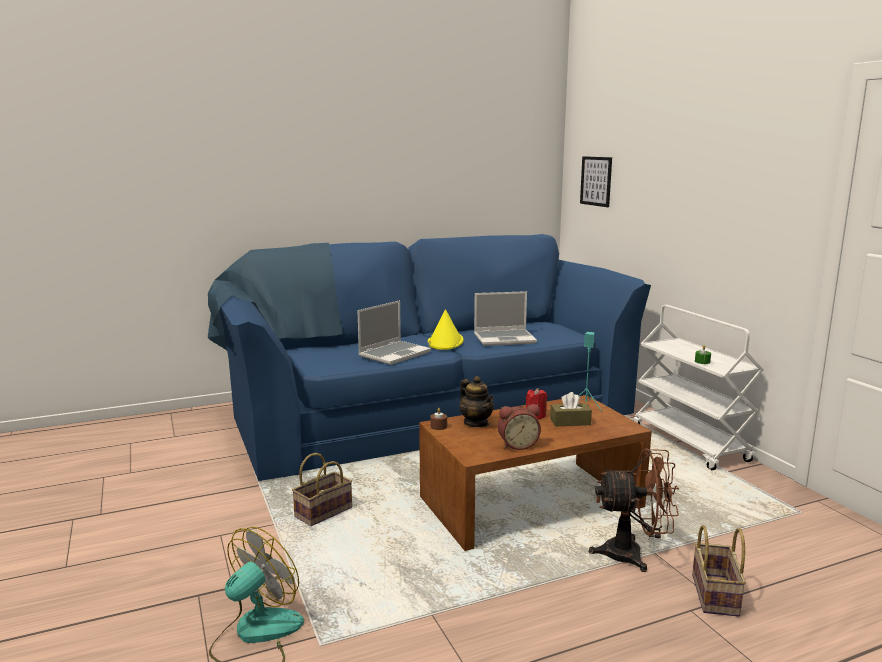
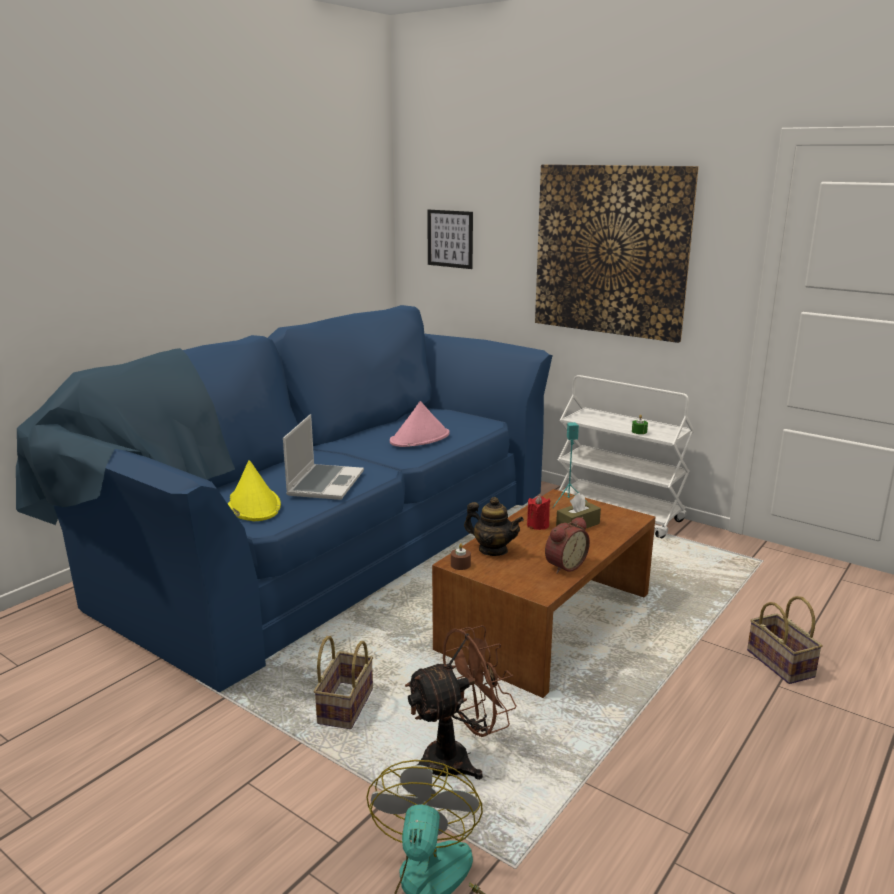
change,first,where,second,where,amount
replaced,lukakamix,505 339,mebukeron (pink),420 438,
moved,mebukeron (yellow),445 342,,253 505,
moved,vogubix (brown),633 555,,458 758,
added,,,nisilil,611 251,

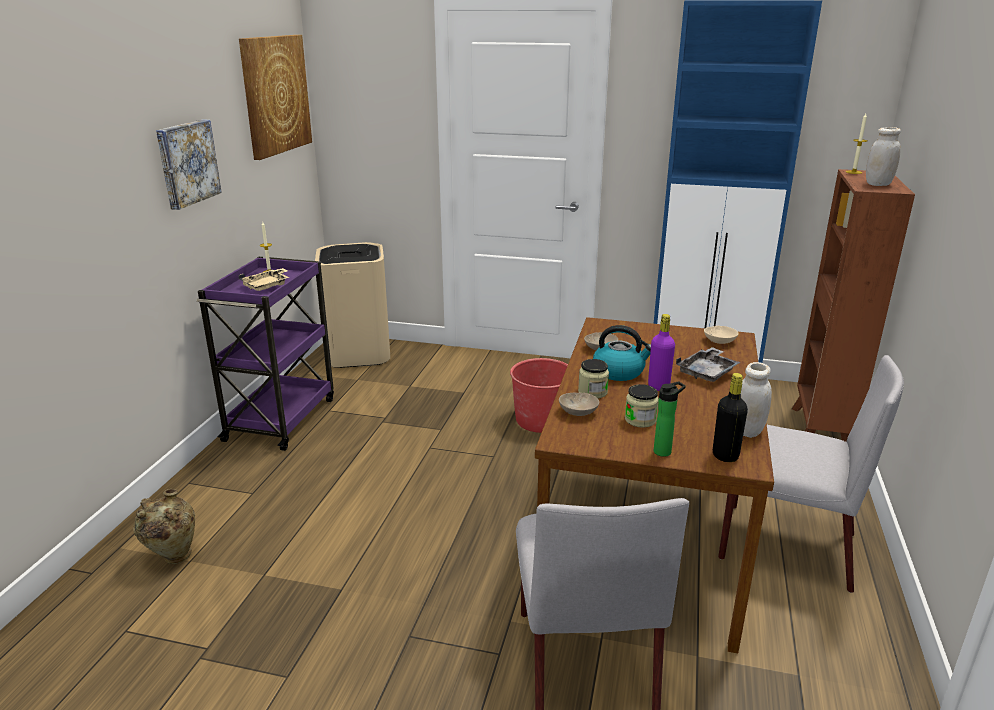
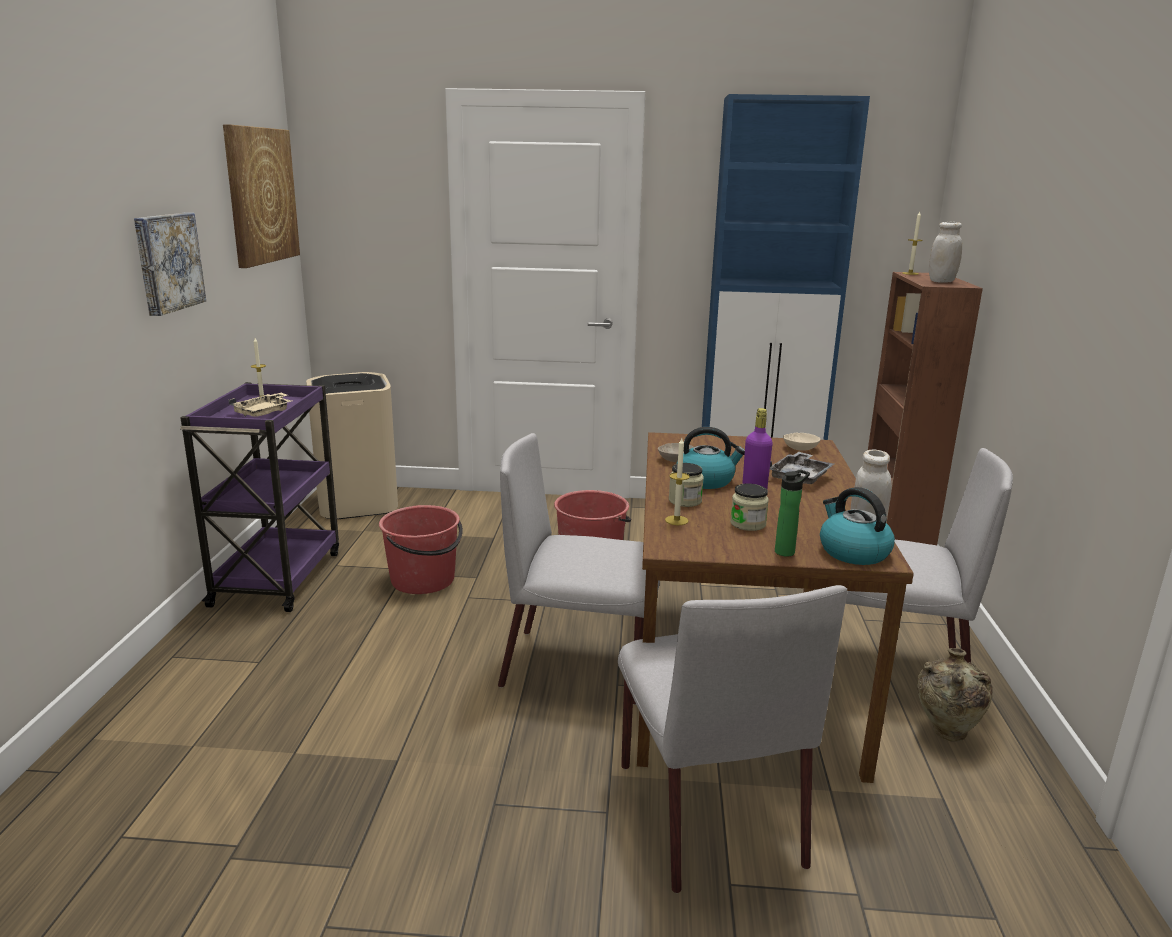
change,first,where,second,where,amount
replaced,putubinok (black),725 456,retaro,852 552,
replaced,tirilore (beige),578 412,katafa,676 520,
moved,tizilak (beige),173 557,,945 734,
added,,,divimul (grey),581 666,
added,,,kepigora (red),423 580,

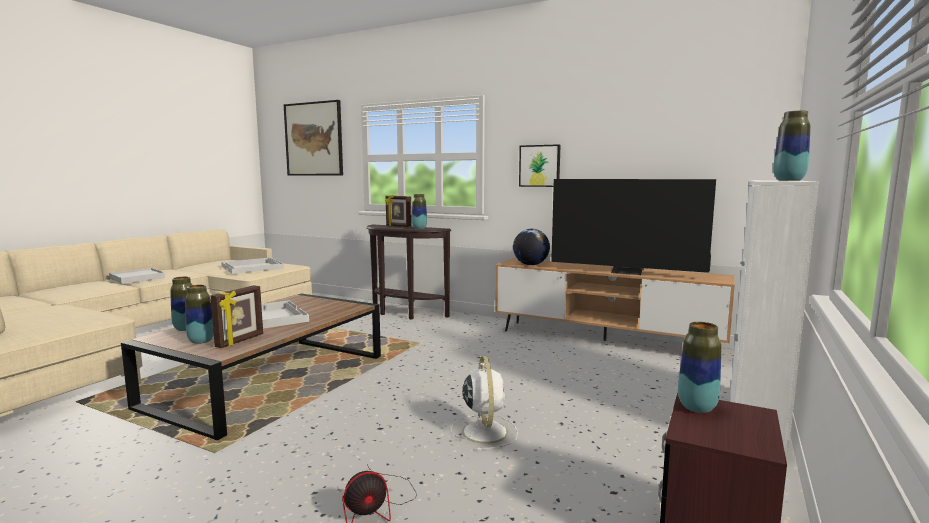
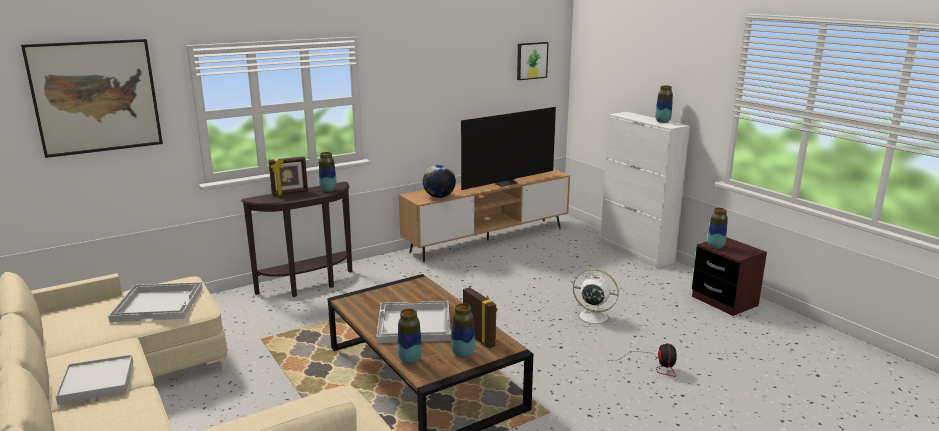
change,first,where,second,where,amount
moved,nisilil,540 166,,531 60,

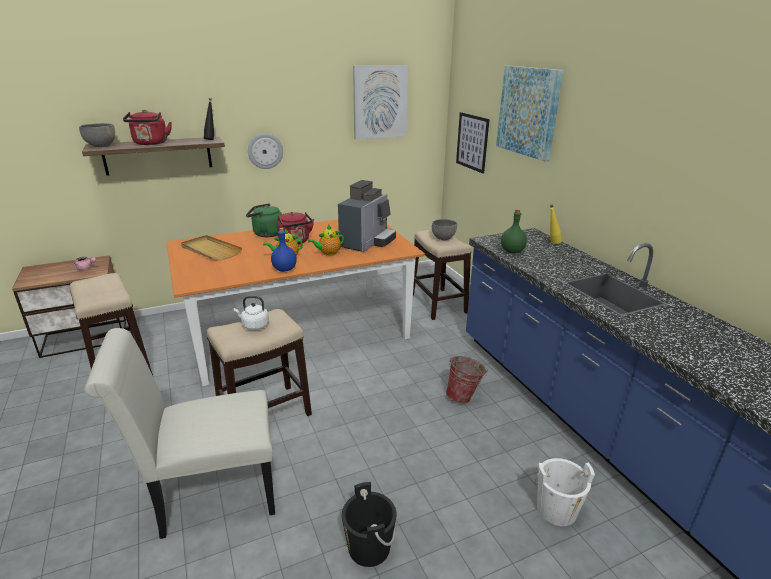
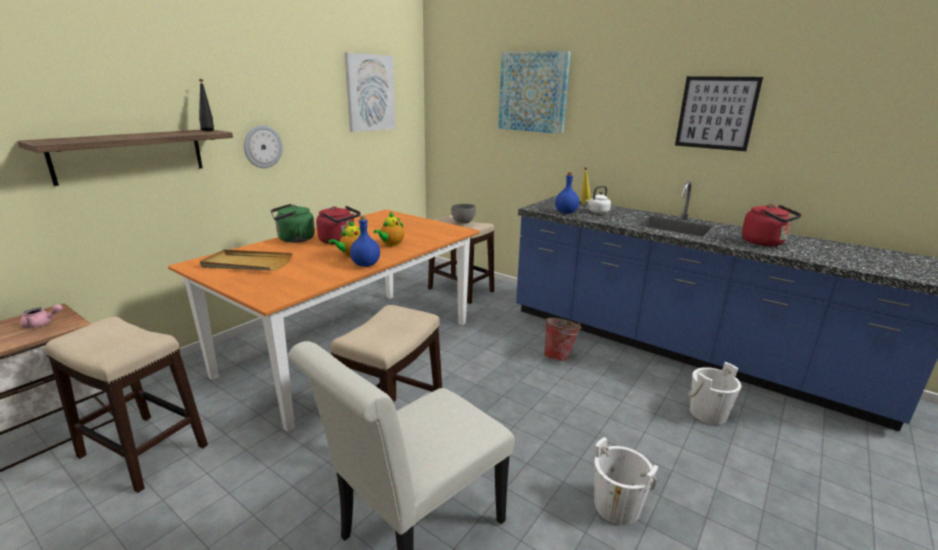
change,first,where,second,where,amount
moved,retaro (red),150 143,,765 243,
moved,nisilil,472 142,,716 113,
removed,tirilore (grey),101 146,,,
removed,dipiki,367 242,,,
recoloured,putubinok (green),511 251,putubinok (blue),565 212,
moved,retaro (white),254 325,,597 212,
recoloured,kepigora (black),369 547,kepigora (white),616 506,

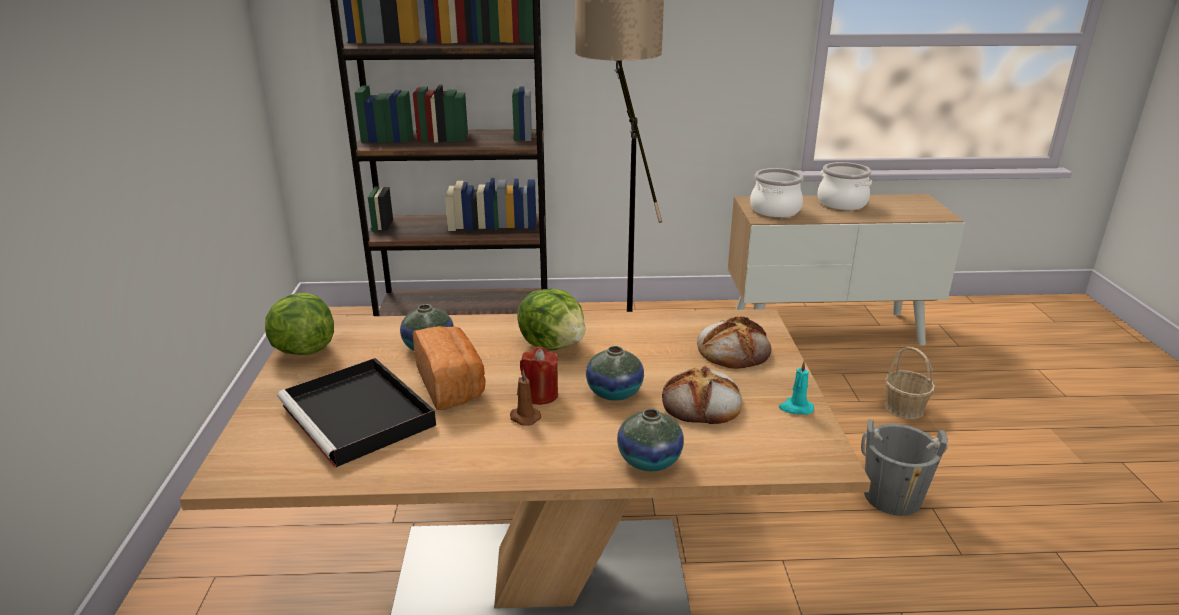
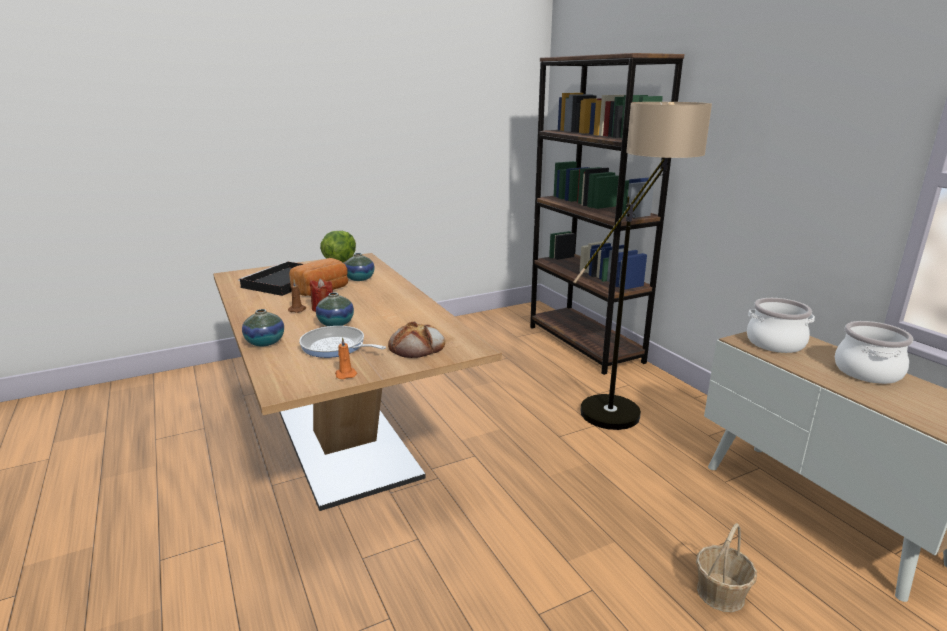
change,first,where,second,where,amount
removed,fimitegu,553 344,,,
recoloured,katafa (turquoise),795 408,katafa (orange),345 374,
replaced,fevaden,702 403,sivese,336 347,
removed,kepigora (grey),892 497,,,

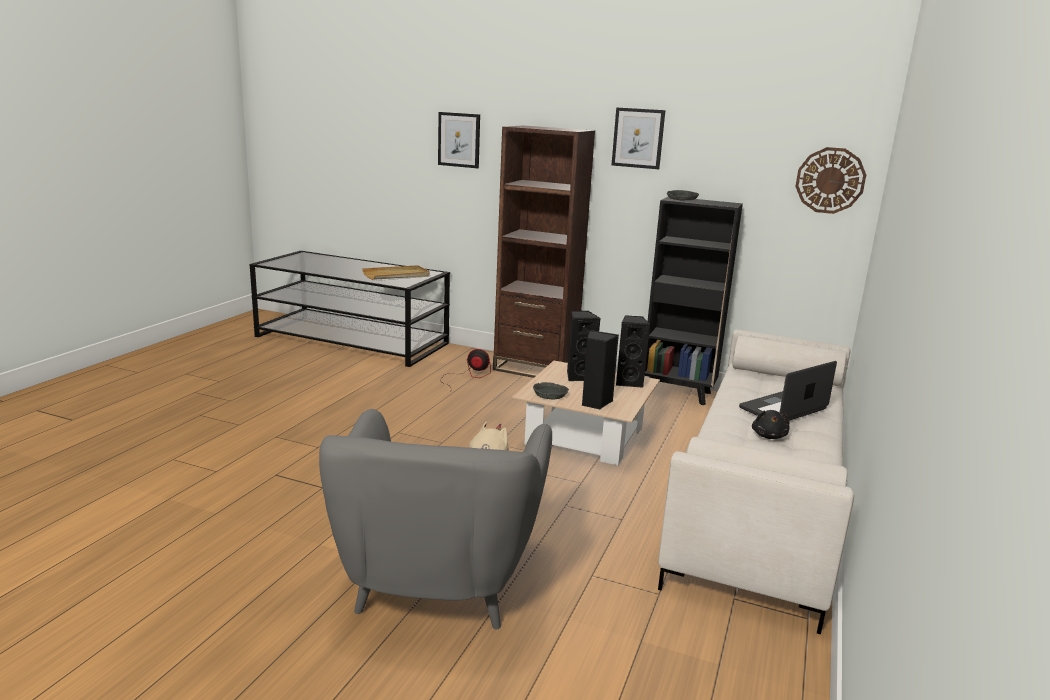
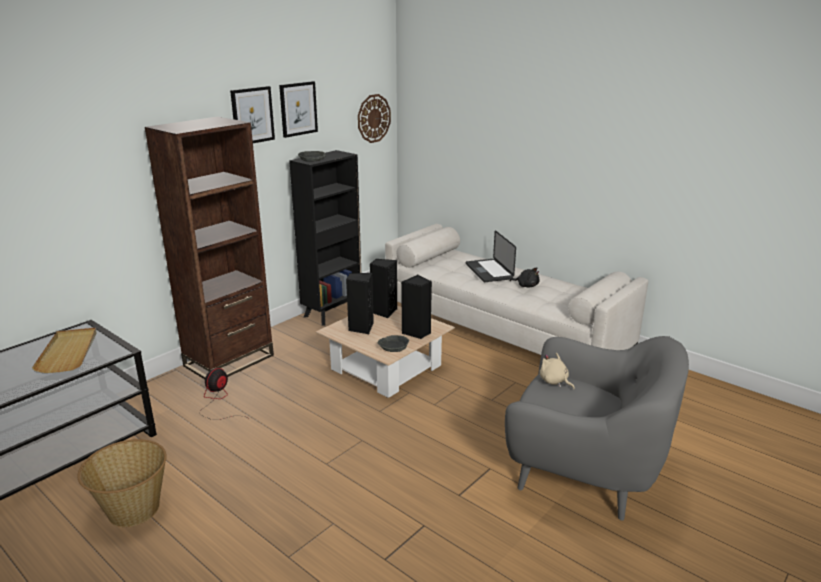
change,first,where,second,where,amount
moved,nisilil,459 140,,298 109,
added,,,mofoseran,133 509,

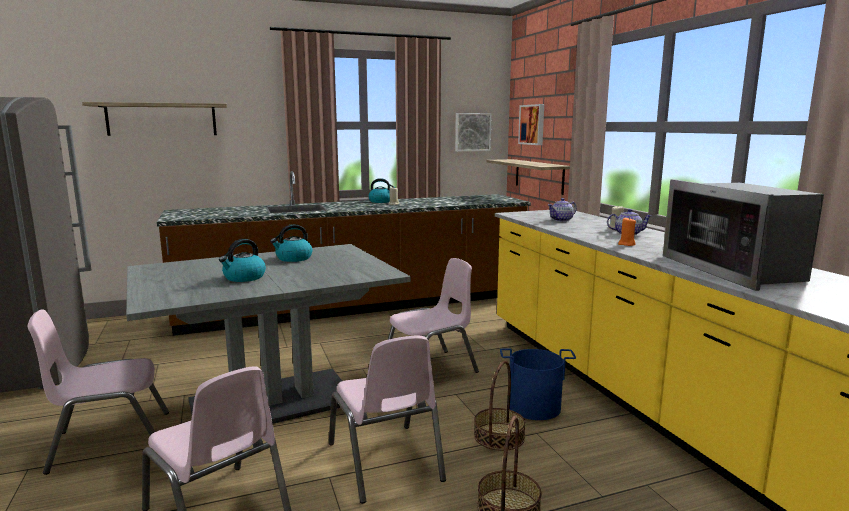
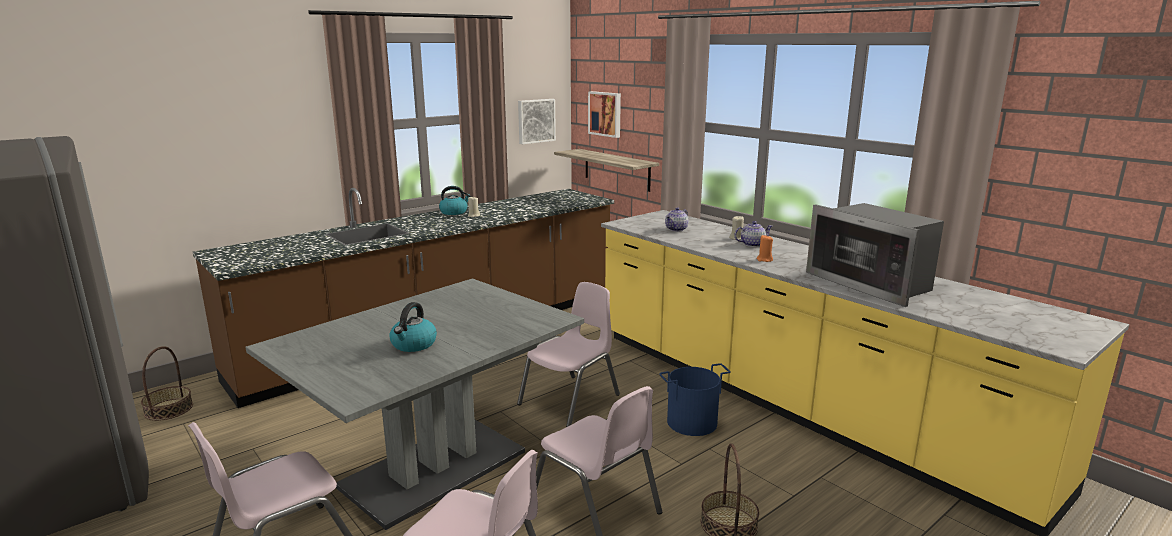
change,first,where,second,where,amount
removed,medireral,162 119,,,
removed,retaro,293 258,,,
moved,mofoseran,499 436,,168 409,

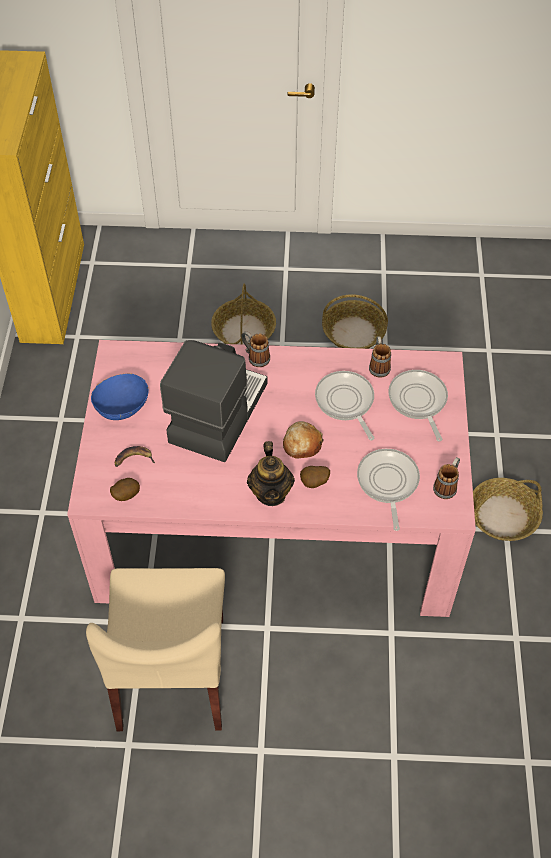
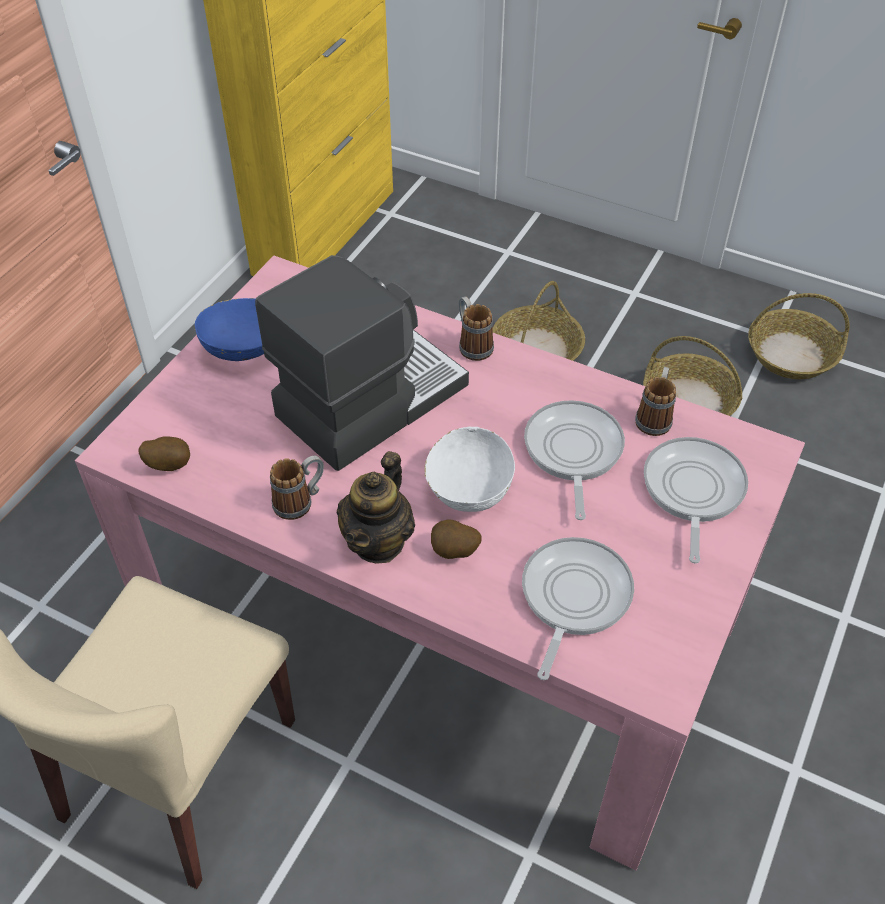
change,first,where,second,where,amount
replaced,fevaden,302 444,tirilore (white),468 488,
removed,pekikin,133 459,,,
moved,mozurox,447 485,,300 501,
moved,mofoseran,502 516,,790 354,

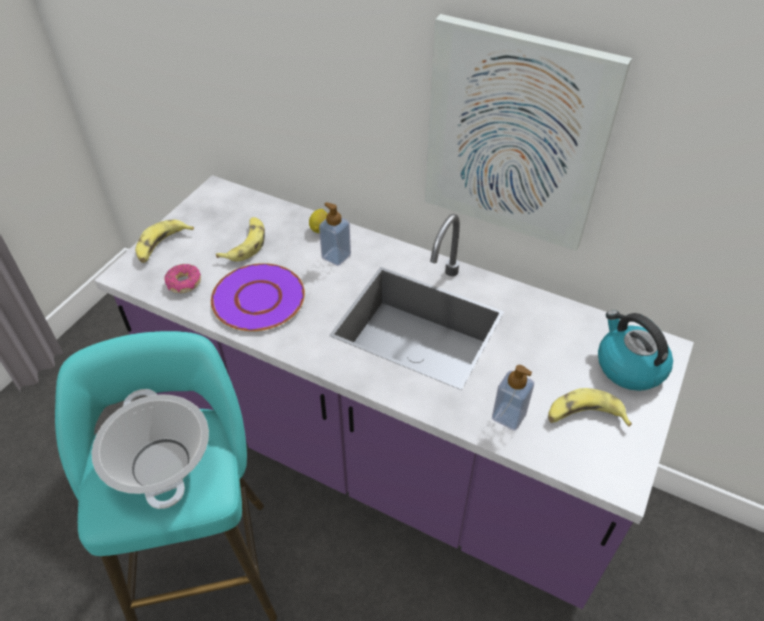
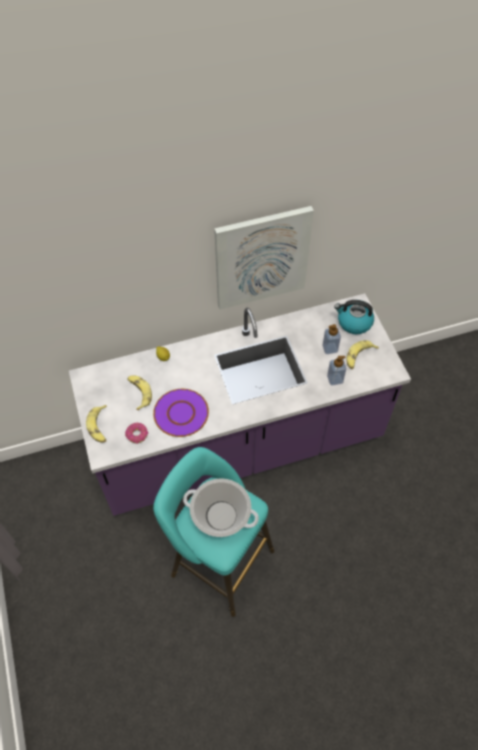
change,first,where,second,where,amount
moved,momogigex,336 256,,330 348,

